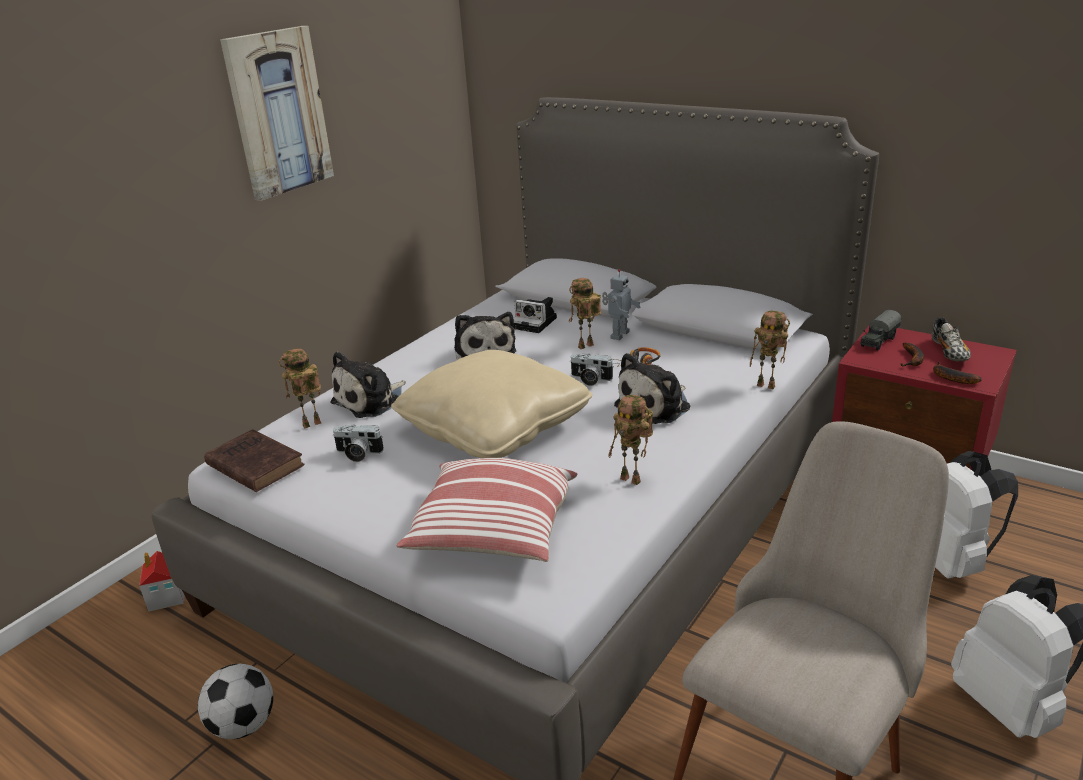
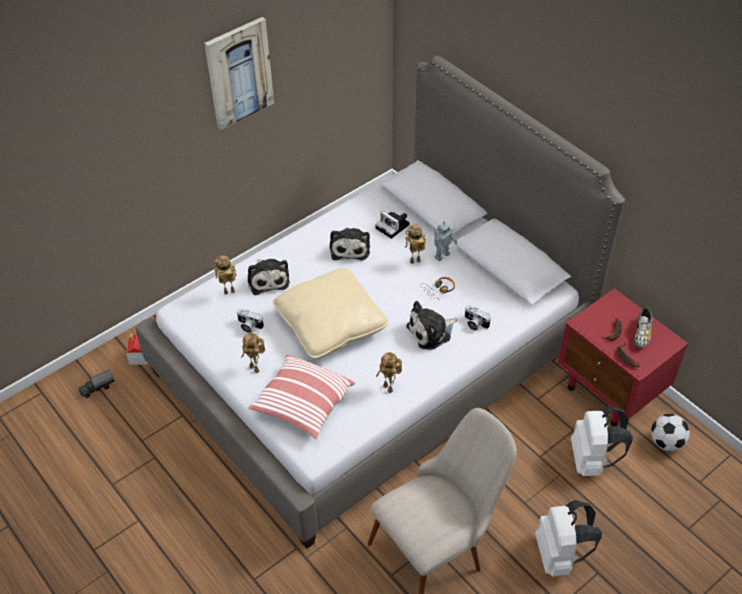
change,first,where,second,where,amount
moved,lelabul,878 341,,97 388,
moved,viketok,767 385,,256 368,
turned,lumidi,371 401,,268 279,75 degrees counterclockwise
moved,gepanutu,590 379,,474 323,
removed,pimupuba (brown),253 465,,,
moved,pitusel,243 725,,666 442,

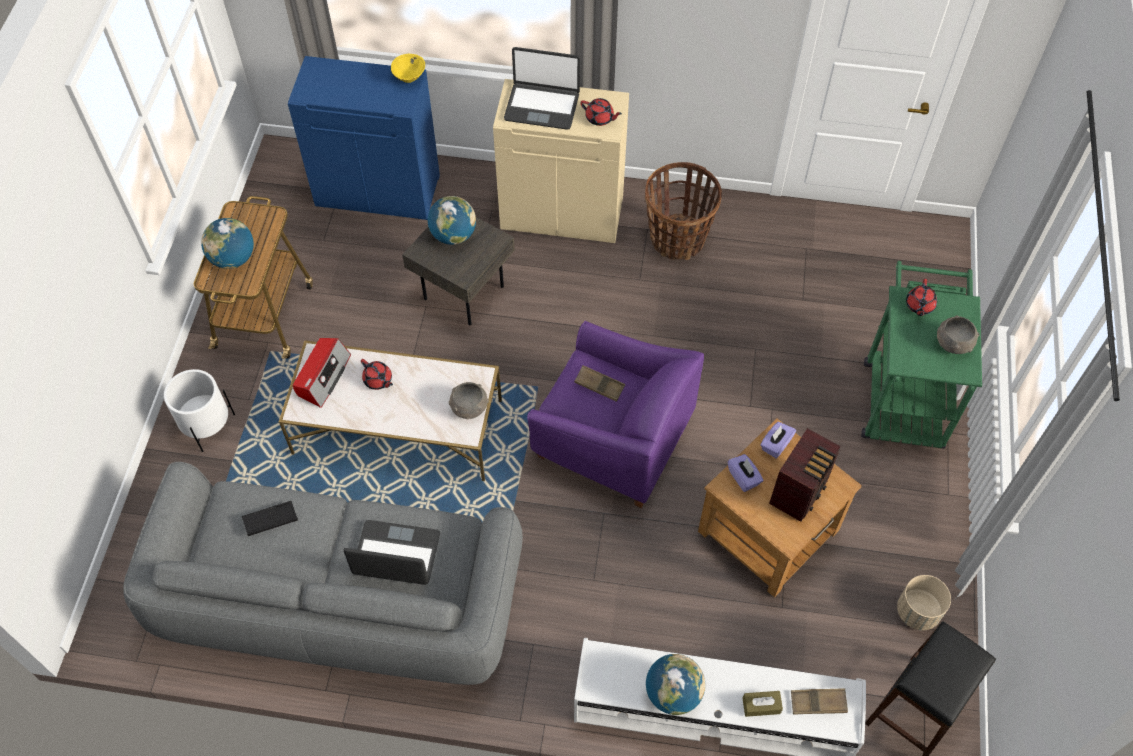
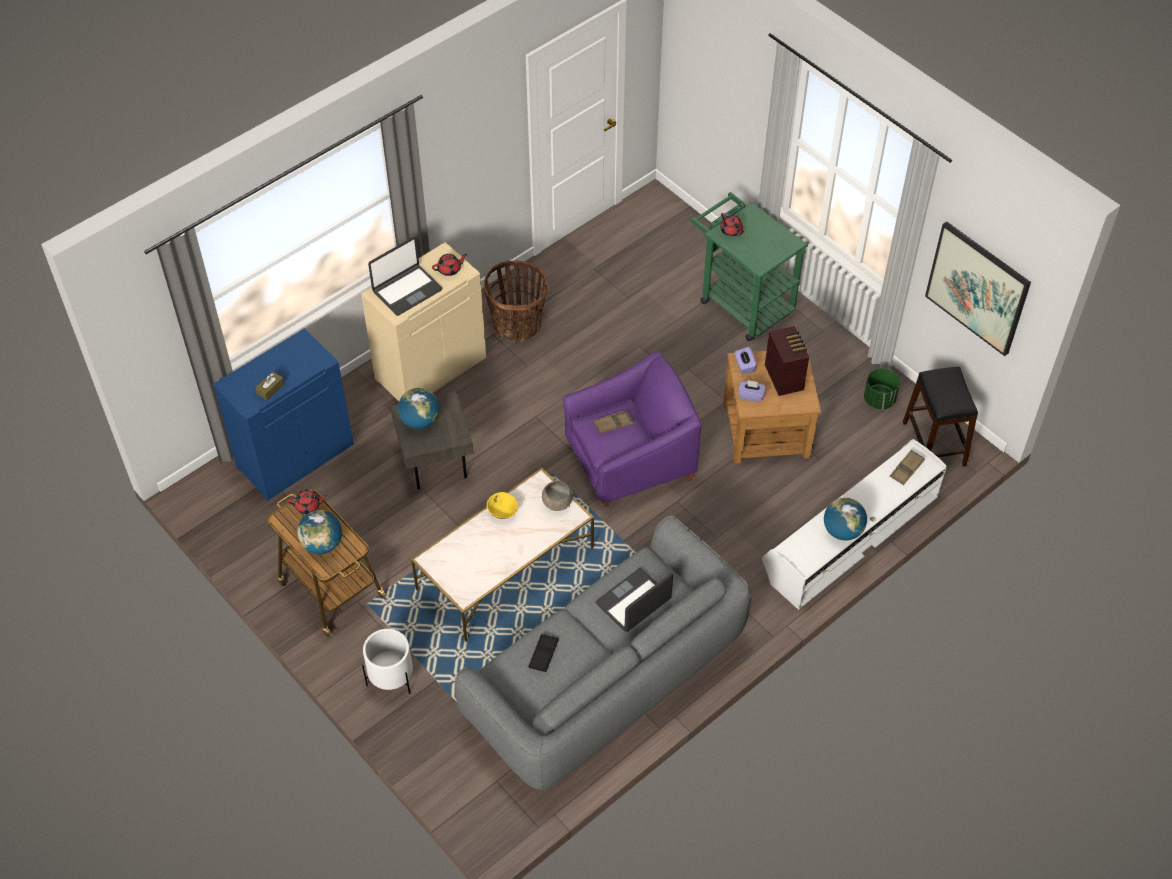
change,first,where,second,where,amount
moved,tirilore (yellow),409 77,,503 512,
removed,tirilore (grey),953 343,,,
removed,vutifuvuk,323 376,,,
moved,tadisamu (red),378 380,,308 506,
recoloured,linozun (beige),918 611,linozun (green),879 399,
moved,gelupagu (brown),761 706,,270 389,
added,,,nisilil,977 288,

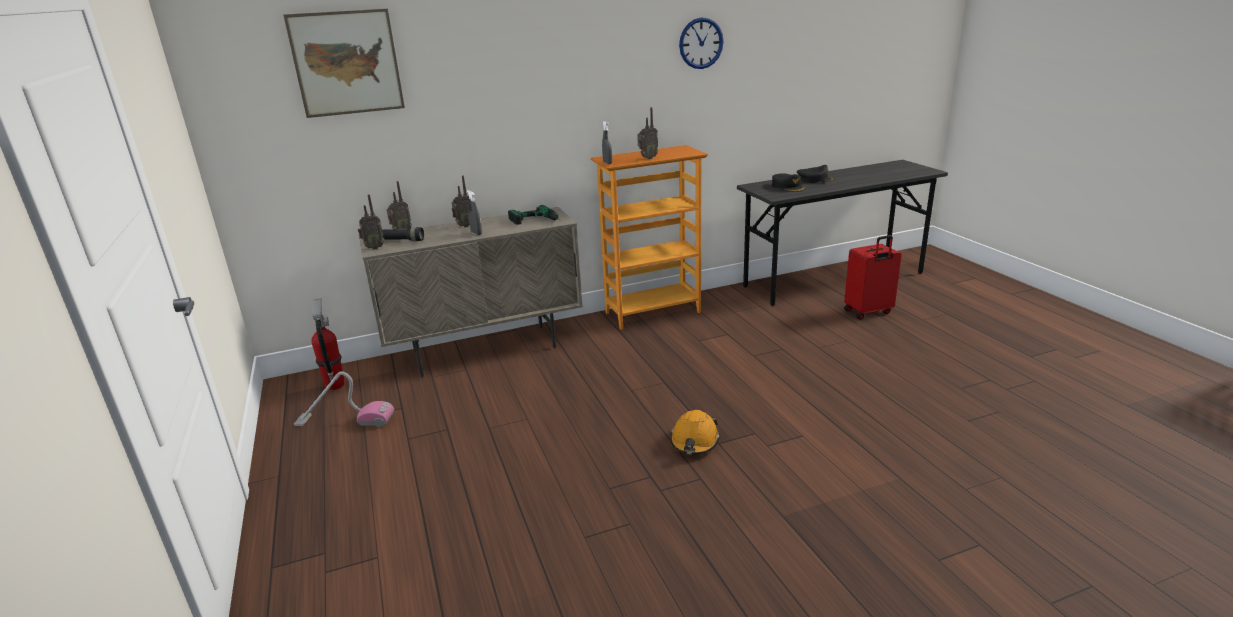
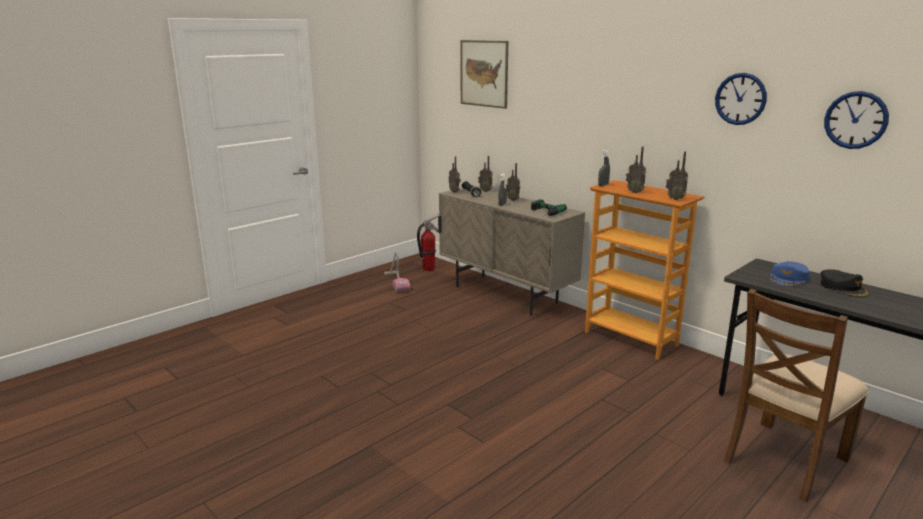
change,first,where,second,where,amount
recoloured,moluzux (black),788 187,moluzux (blue),789 278,
replaced,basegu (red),868 312,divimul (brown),784 459,
removed,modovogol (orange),694 441,,,
added,,,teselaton,855 120,
added,,,vutifuvuk,675 199,

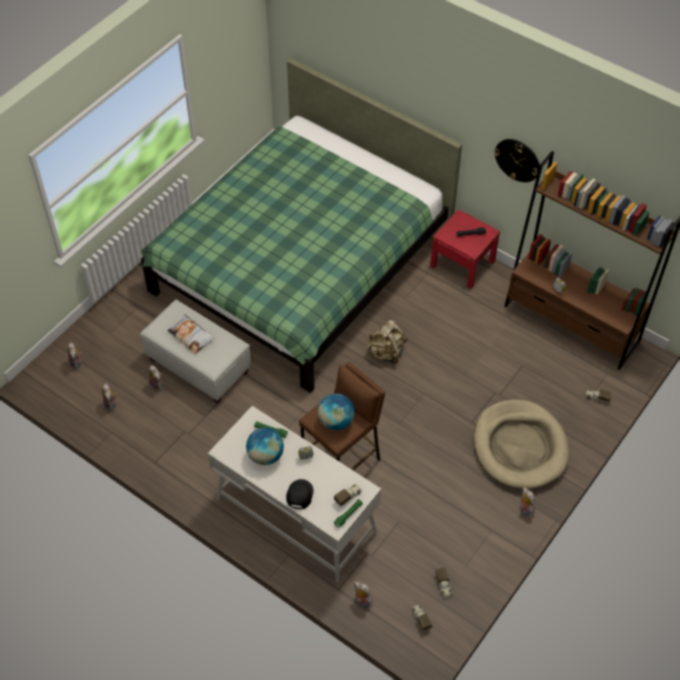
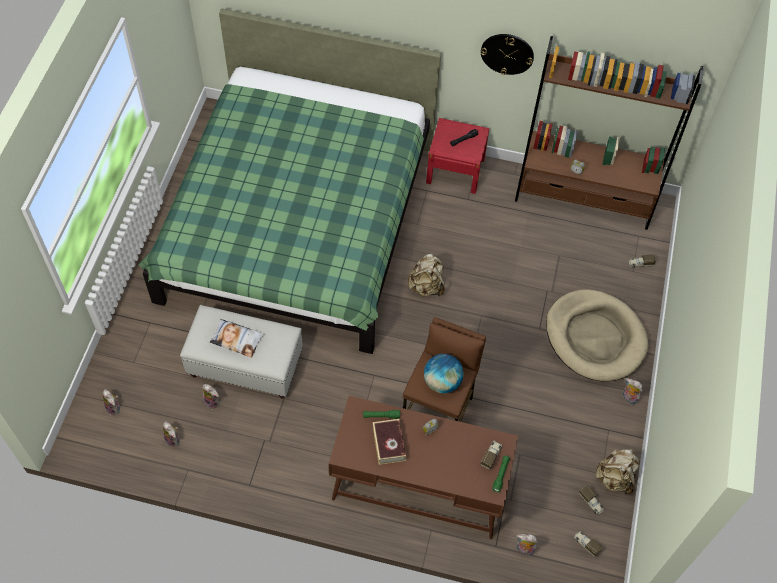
change,first,where,second,where,amount
recoloured,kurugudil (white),296 515,kurugudil (brown),419 486,
replaced,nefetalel,265 455,pimupuba,389 444,
removed,moluzux (black),299 494,,,
added,,,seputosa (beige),615 478,

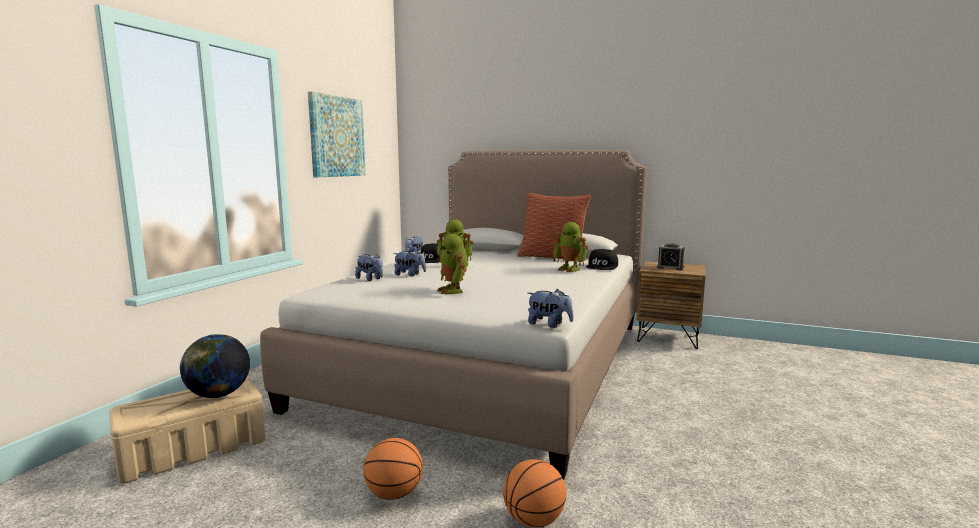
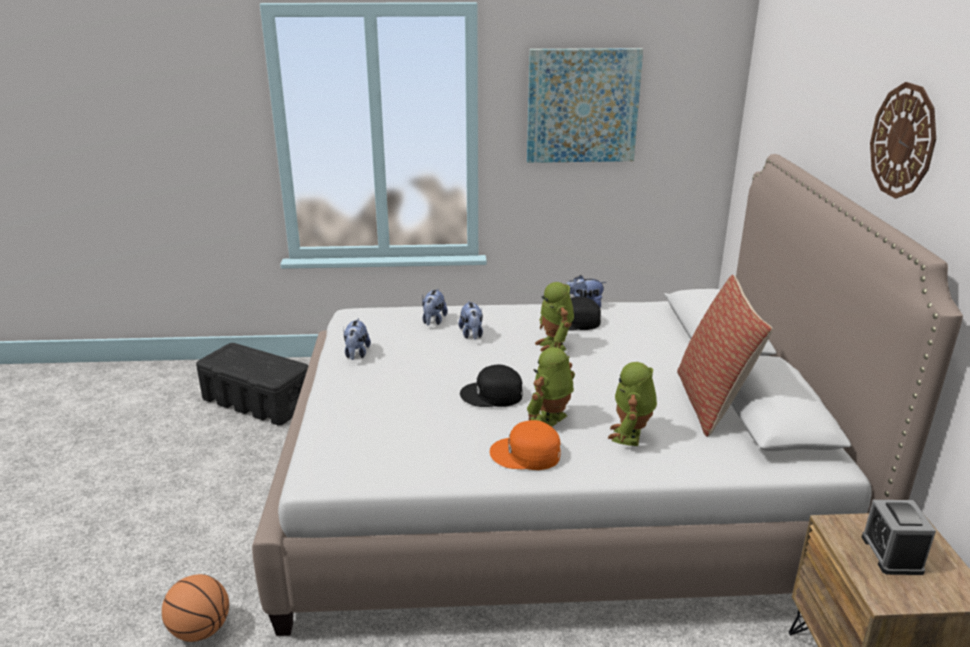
change,first,where,second,where,amount
moved,viketok,453 291,,551 419,
moved,moluzux (black),602 266,,492 395,
moved,lumidi,549 324,,356 354,
removed,nefetalel,218 395,,,
recoloured,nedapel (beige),194 449,nedapel (black),258 401,
removed,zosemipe,394 494,,,
added,,,teselaton,903 141,
added,,,moluzux (orange),526 454,

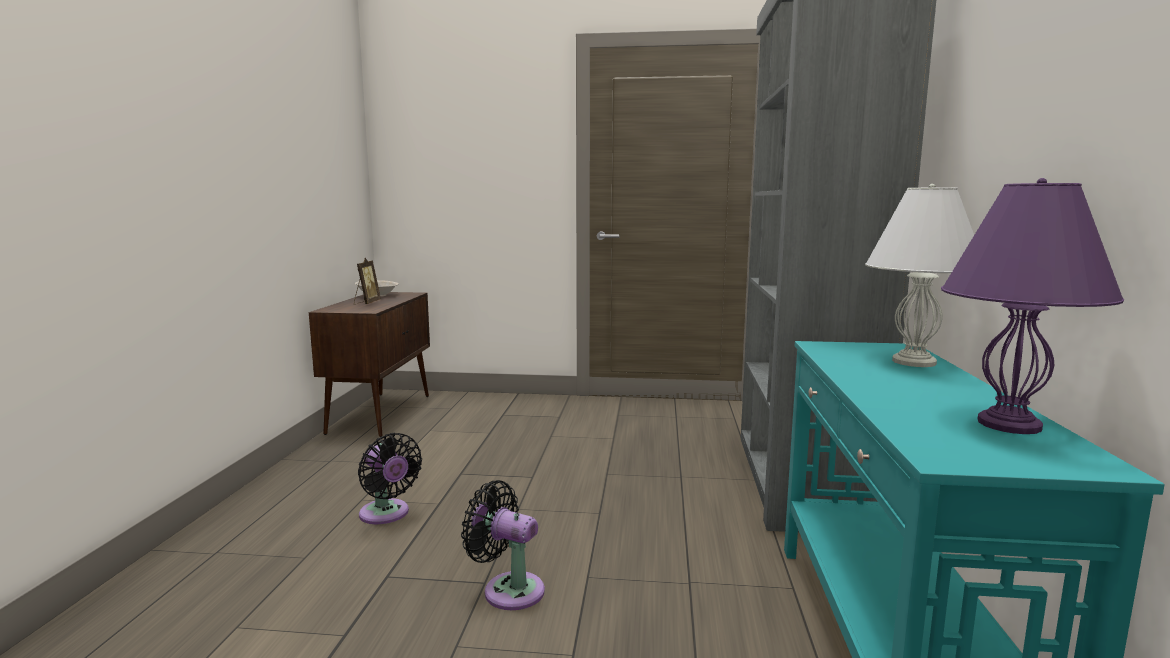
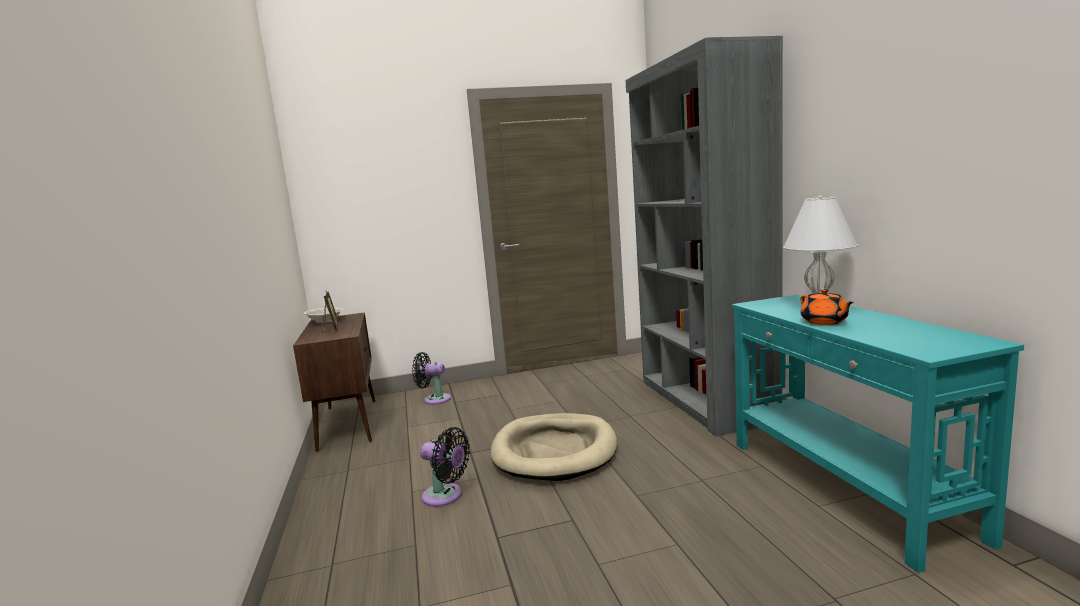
change,first,where,second,where,amount
removed,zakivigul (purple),1010 424,,,
moved,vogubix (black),508 589,,434 399,
added,,,tadisamu (orange),824 322,
added,,,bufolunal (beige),554 451,

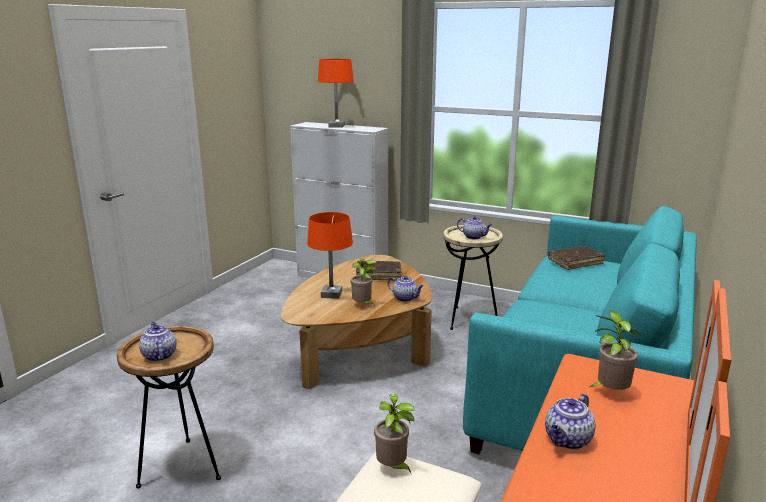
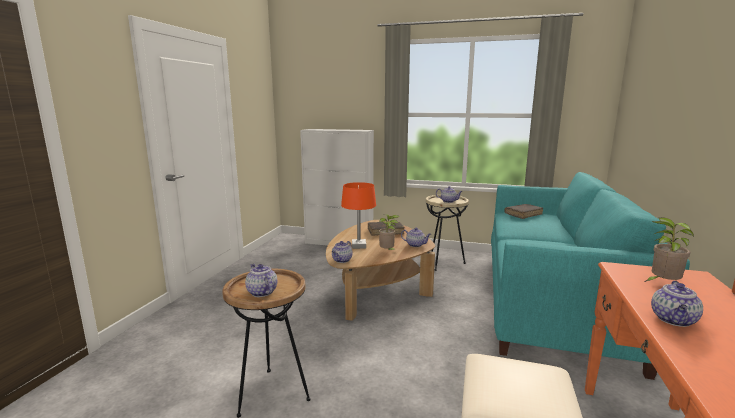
change,first,where,second,where,amount
removed,zakivigul (orange),336 126,,,
removed,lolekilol,393 468,,,
added,,,tadisamu,342 260,

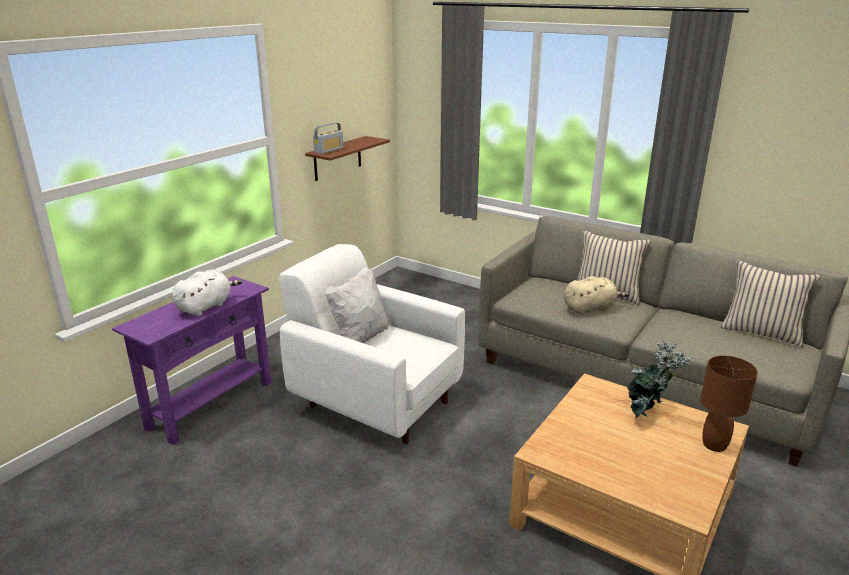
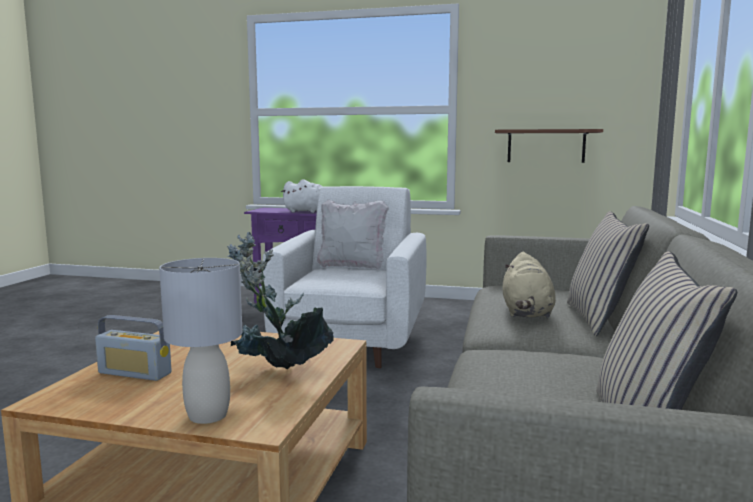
change,first,where,second,where,amount
moved,vutifuvuk,329 150,,135 373,
turned,lumidi (beige),590 308,,526 313,45 degrees clockwise
recoloured,zakivigul (brown),715 445,zakivigul (grey),207 416,

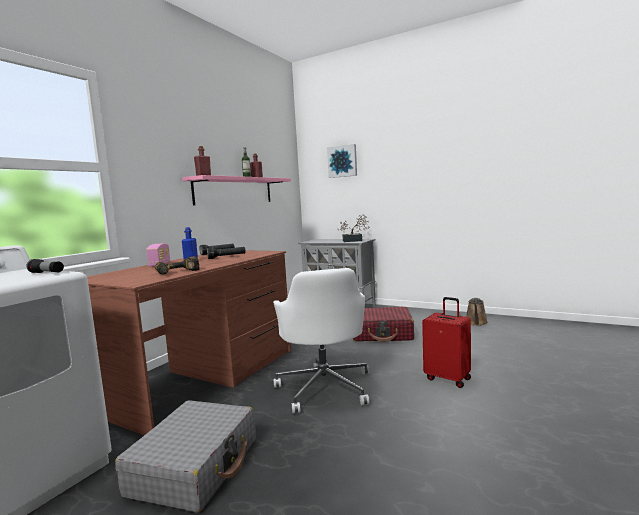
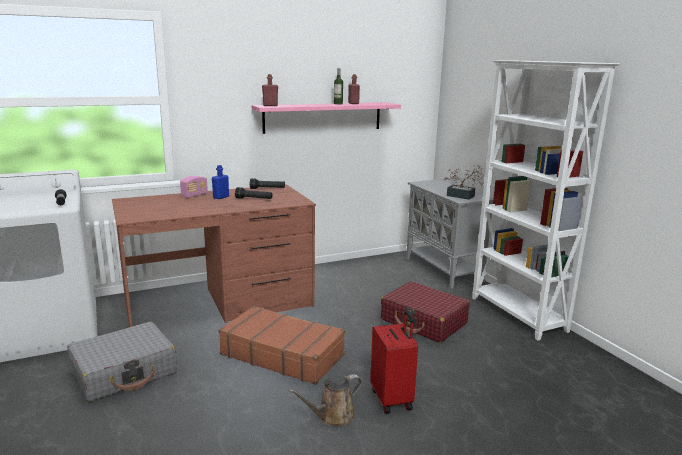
change,first,where,second,where,amount
removed,nisilil,342 161,,,
removed,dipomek,178 272,,,
replaced,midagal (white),325 387,basegu (brown),282 354,
moved,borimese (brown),476 323,,333 416,
added,,,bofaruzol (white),517 315,

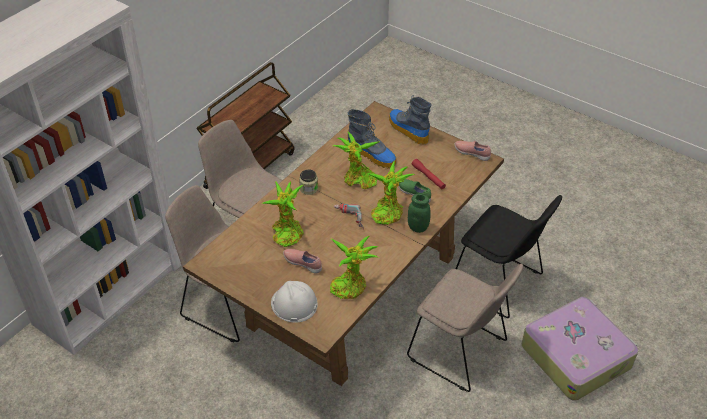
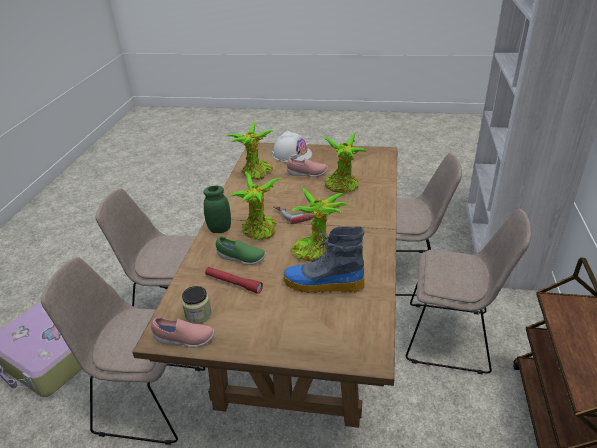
change,first,where,second,where,amount
removed,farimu,407 130,,,
moved,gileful,308 189,,198 314,
recoloured,divimul (black),499 283,divimul (beige),147 399,

